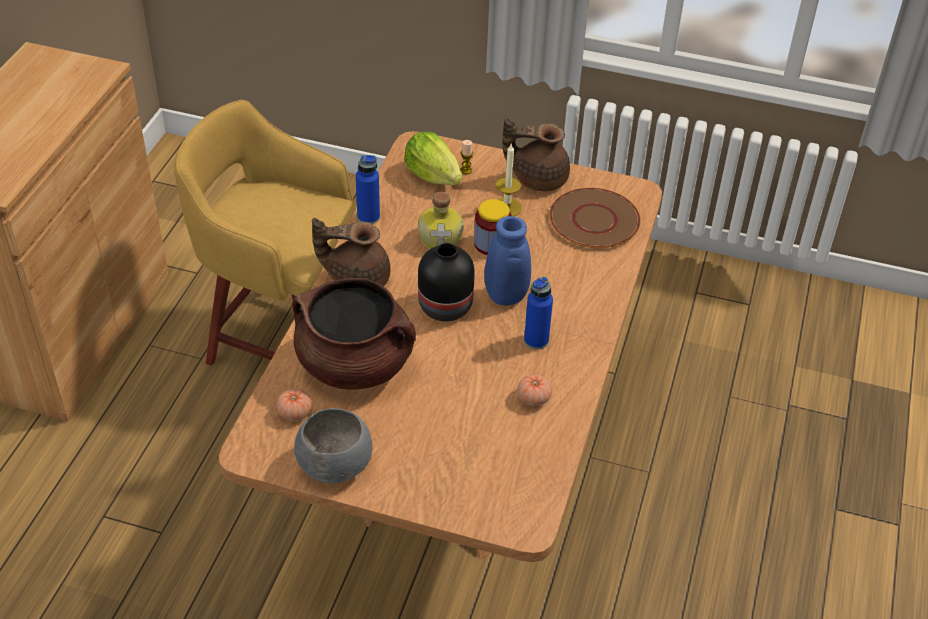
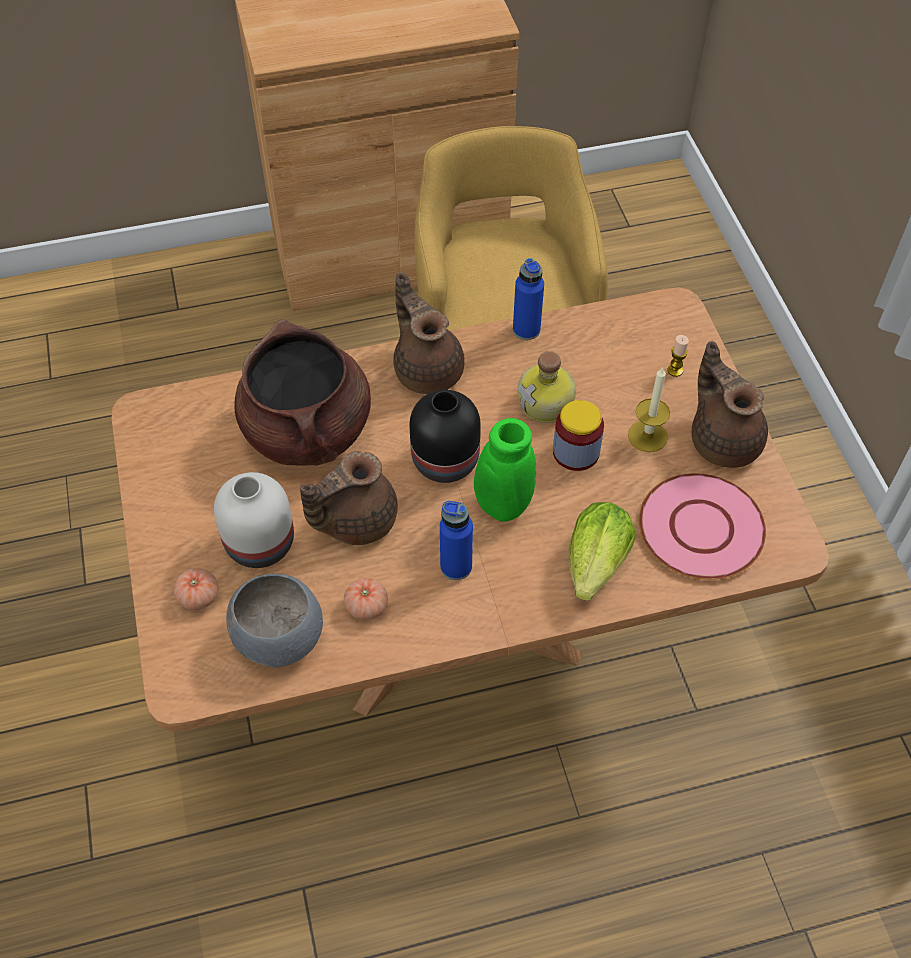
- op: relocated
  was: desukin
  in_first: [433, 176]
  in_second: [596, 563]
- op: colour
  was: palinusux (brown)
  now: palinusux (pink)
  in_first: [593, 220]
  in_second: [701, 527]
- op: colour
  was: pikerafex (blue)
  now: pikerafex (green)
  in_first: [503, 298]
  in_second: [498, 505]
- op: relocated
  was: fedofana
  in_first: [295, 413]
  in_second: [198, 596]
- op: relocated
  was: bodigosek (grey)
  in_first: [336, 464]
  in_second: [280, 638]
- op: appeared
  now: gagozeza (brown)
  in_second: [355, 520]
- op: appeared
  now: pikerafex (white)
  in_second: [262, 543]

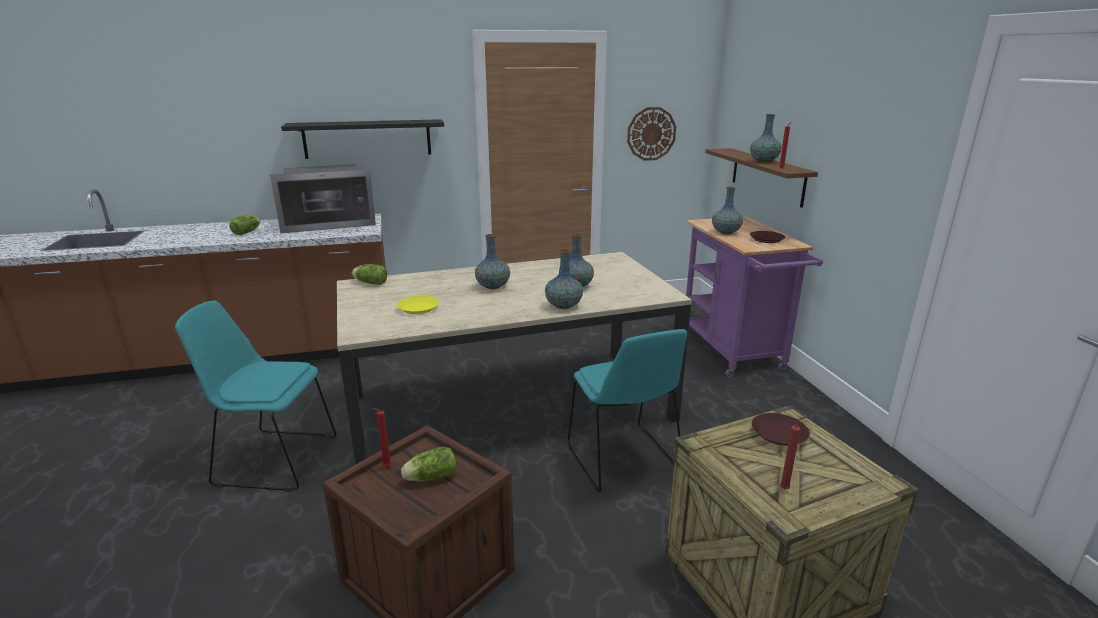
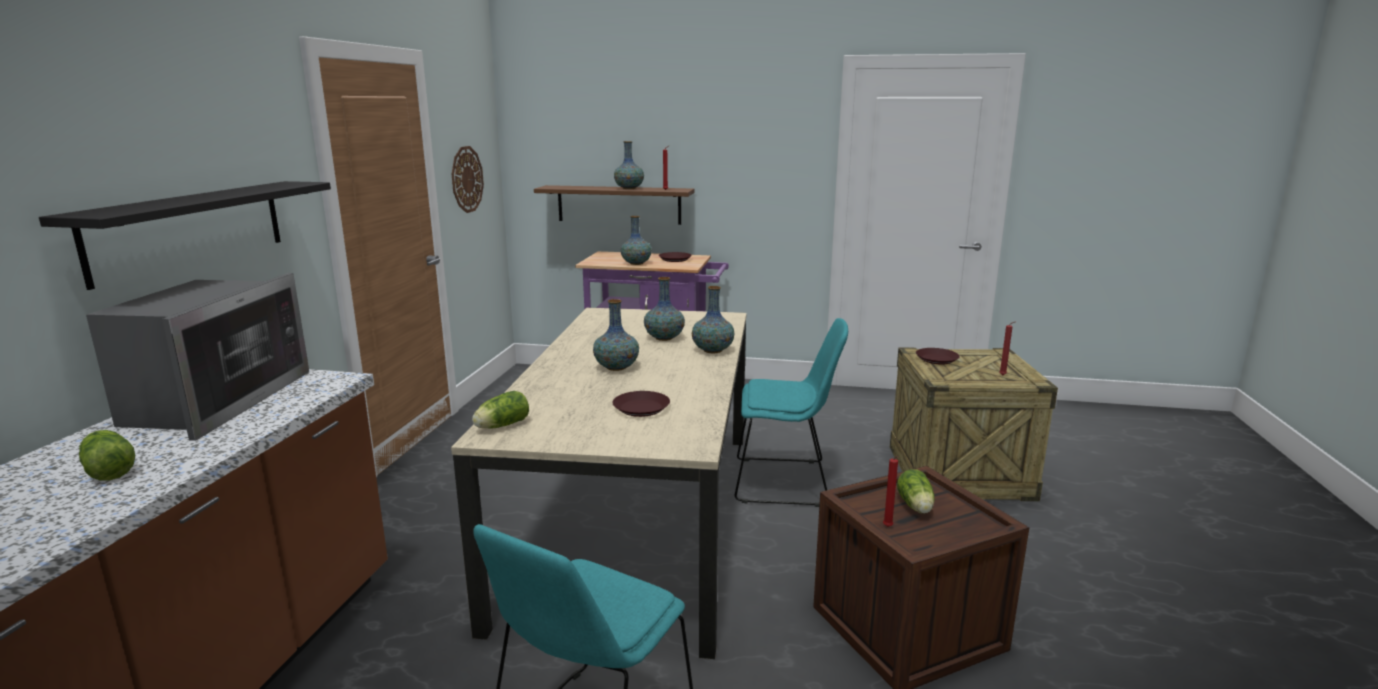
- op: colour
  was: palinusux (yellow)
  now: palinusux (brown)
  in_first: [418, 308]
  in_second: [641, 408]

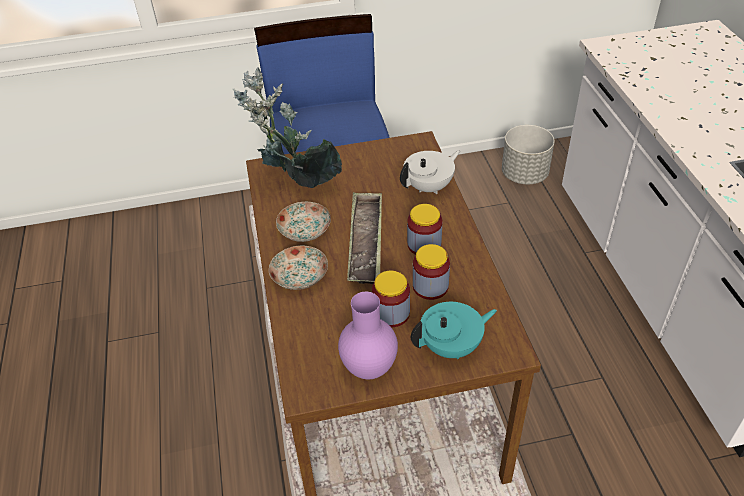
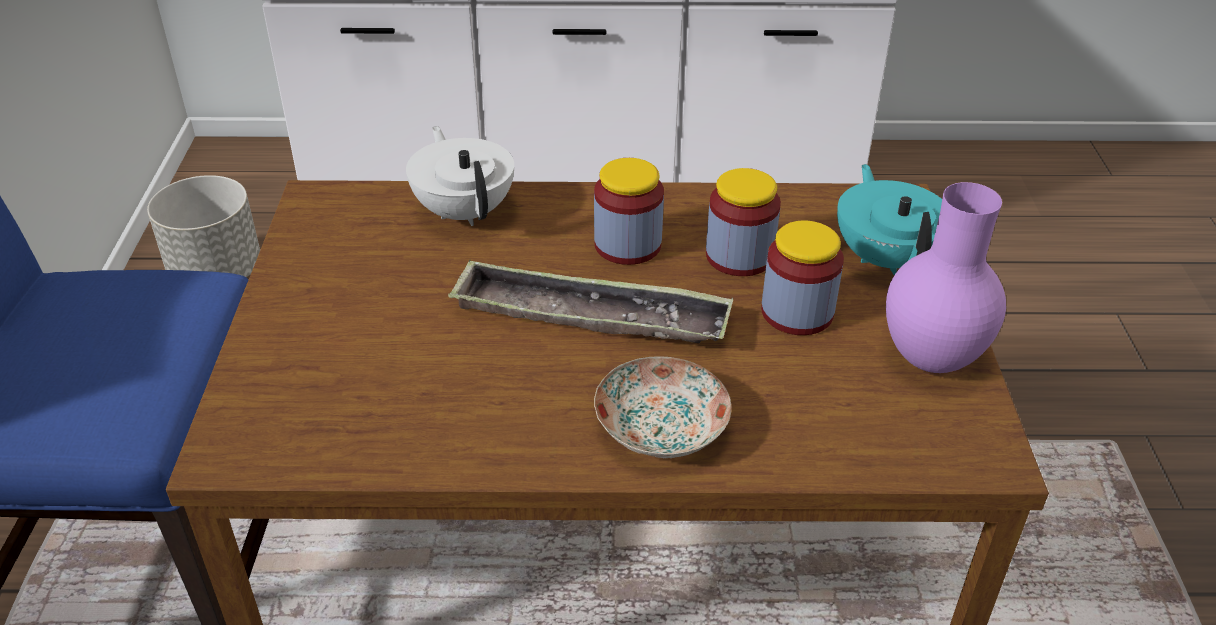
- op: missing
  was: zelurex
  in_first: [296, 185]
- op: missing
  was: palinusux
  in_first: [305, 230]

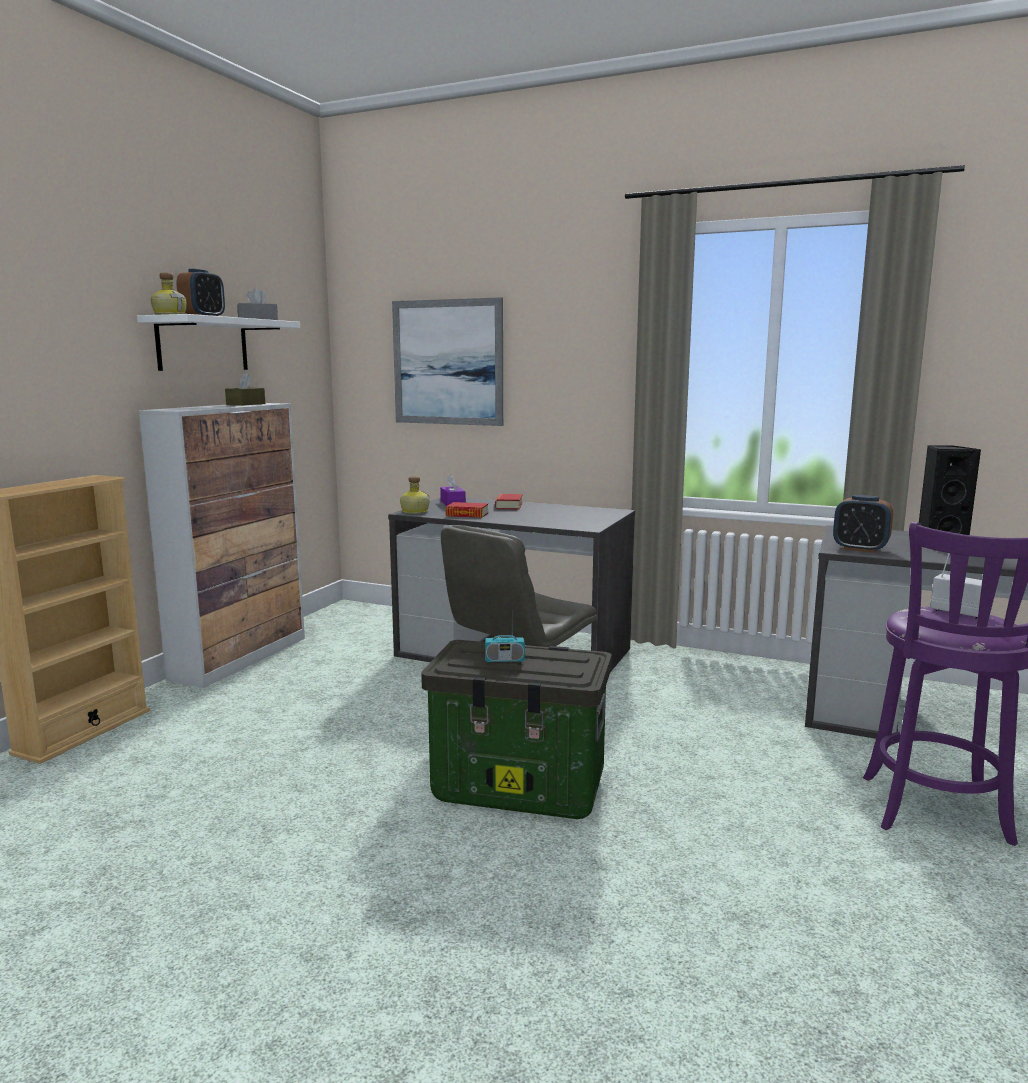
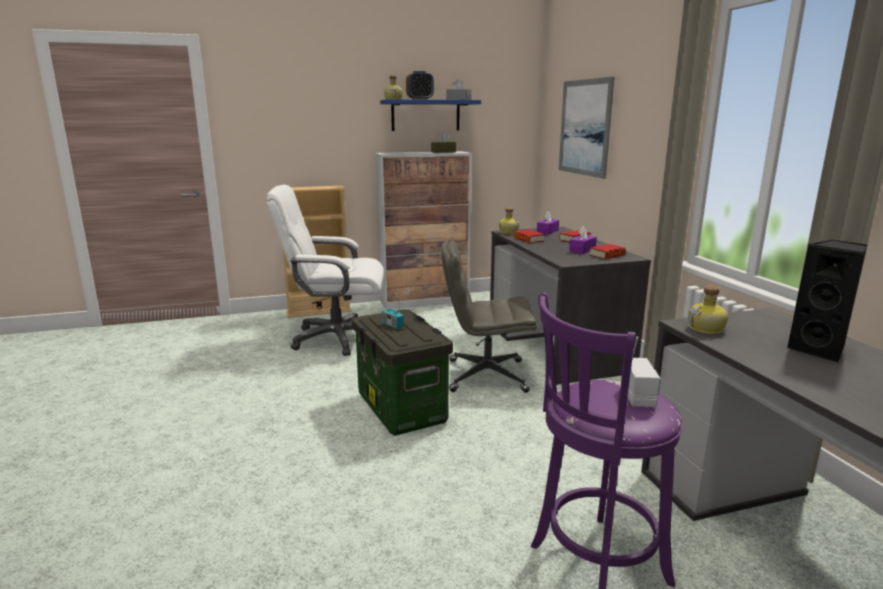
- op: colour
  was: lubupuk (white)
  now: lubupuk (blue)
  in_first: [203, 344]
  in_second: [425, 115]
- op: exchanged
  was: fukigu
  now: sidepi
  in_first: [860, 549]
  in_second: [707, 329]
- op: appeared
  now: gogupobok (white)
  in_second: [336, 338]
- op: appeared
  now: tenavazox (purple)
  in_second: [582, 250]
- op: appeared
  now: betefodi
  in_second: [607, 255]

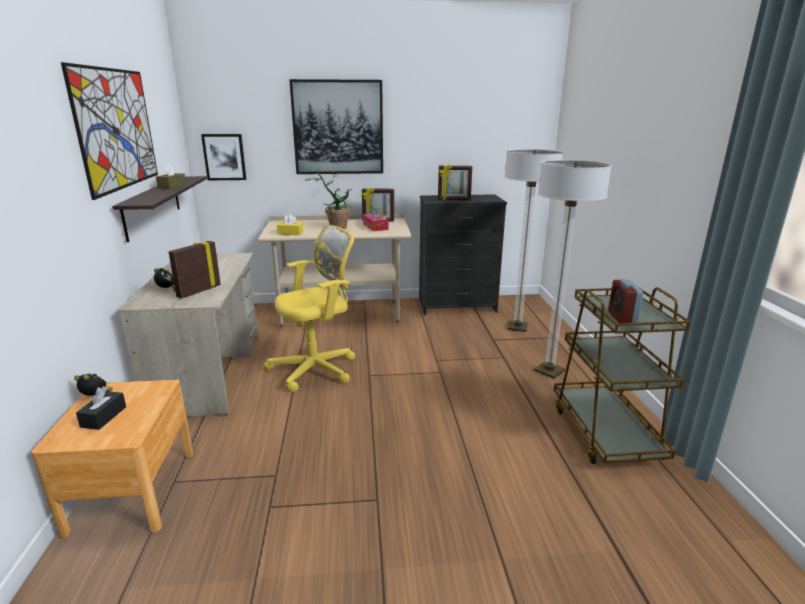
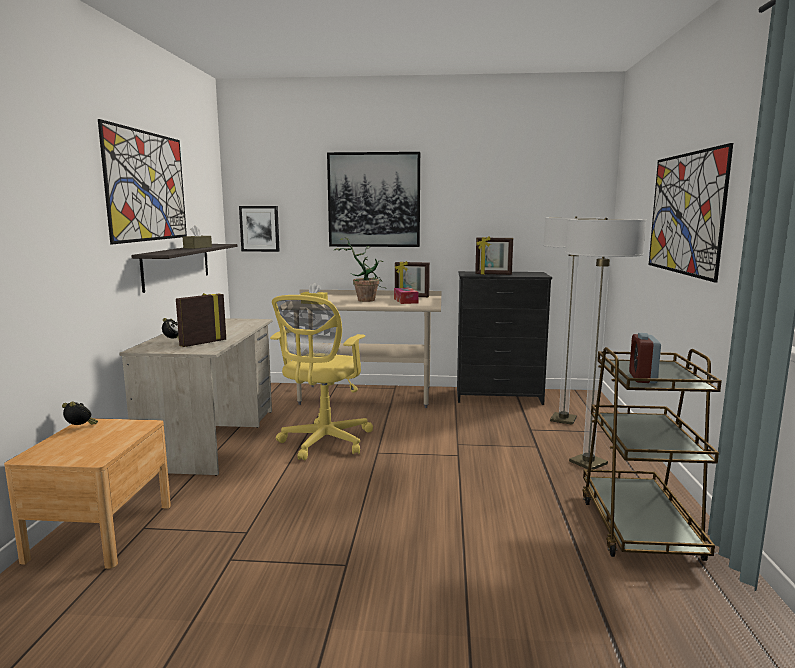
- op: spun
  was: gogupobok (yellow)
  in_first: [317, 369]
  in_second: [323, 443]
  clockwise: 135
- op: missing
  was: tenavazox (black)
  in_first: [104, 417]
- op: appeared
  now: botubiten
  in_second: [685, 213]

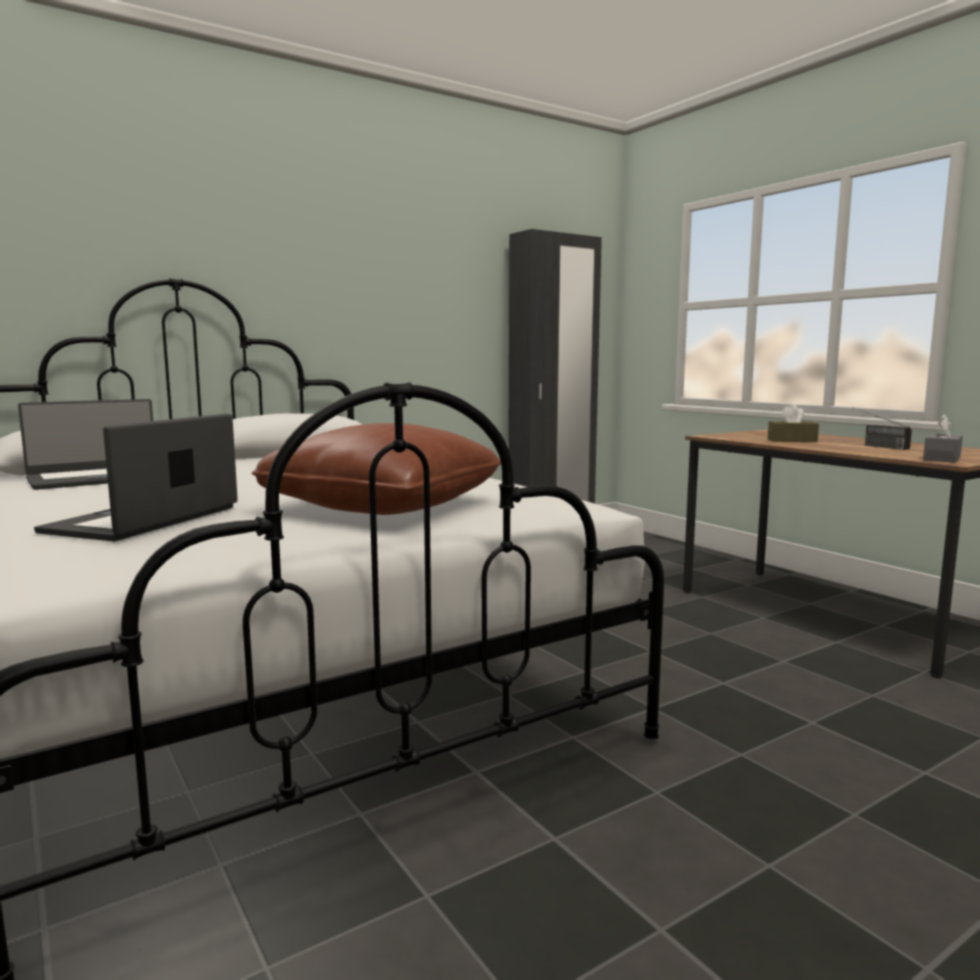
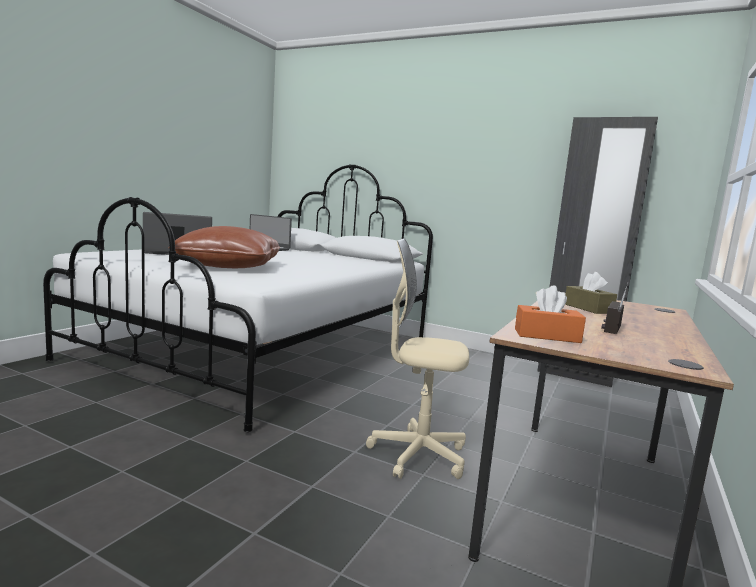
- op: colour
  was: tenavazox (grey)
  now: tenavazox (orange)
  in_first: [942, 458]
  in_second: [547, 336]
- op: appeared
  now: gogupobok (beige)
  in_second: [418, 455]

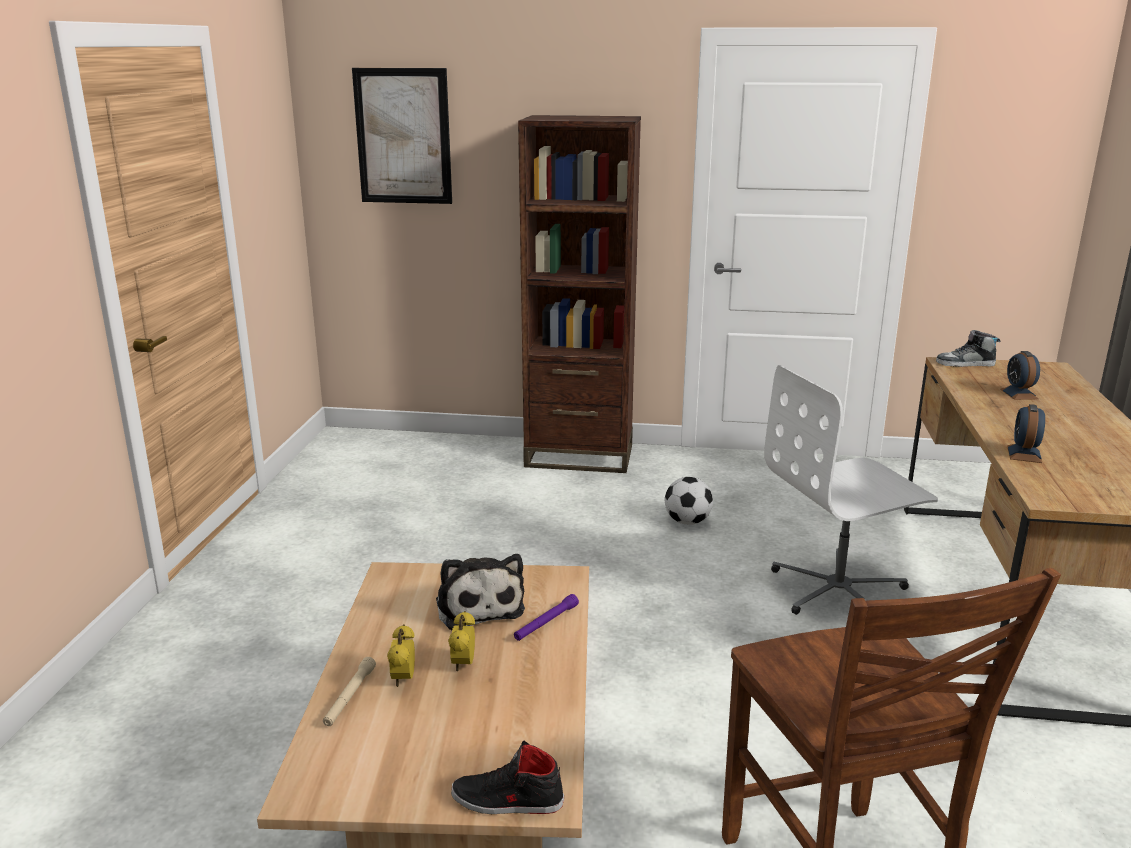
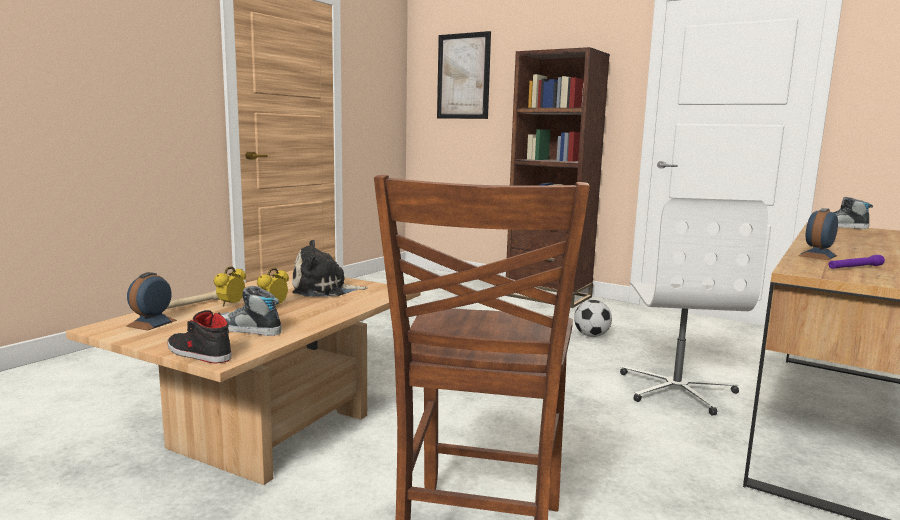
- op: relocated
  was: fukigu
  in_first: [1019, 394]
  in_second: [151, 323]
- op: spun
  was: gogupobok (white)
  in_first: [839, 591]
  in_second: [677, 389]
  clockwise: -90
- op: spun
  was: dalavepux
  in_first: [478, 605]
  in_second: [324, 290]
  clockwise: 75
- op: relocated
  was: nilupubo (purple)
  in_first: [546, 623]
  in_second: [855, 267]
- op: appeared
  now: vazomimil
  in_second: [247, 330]

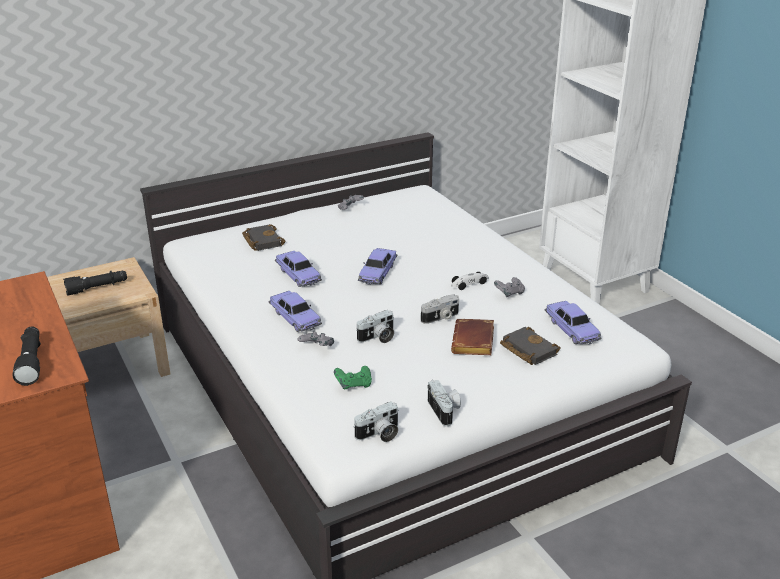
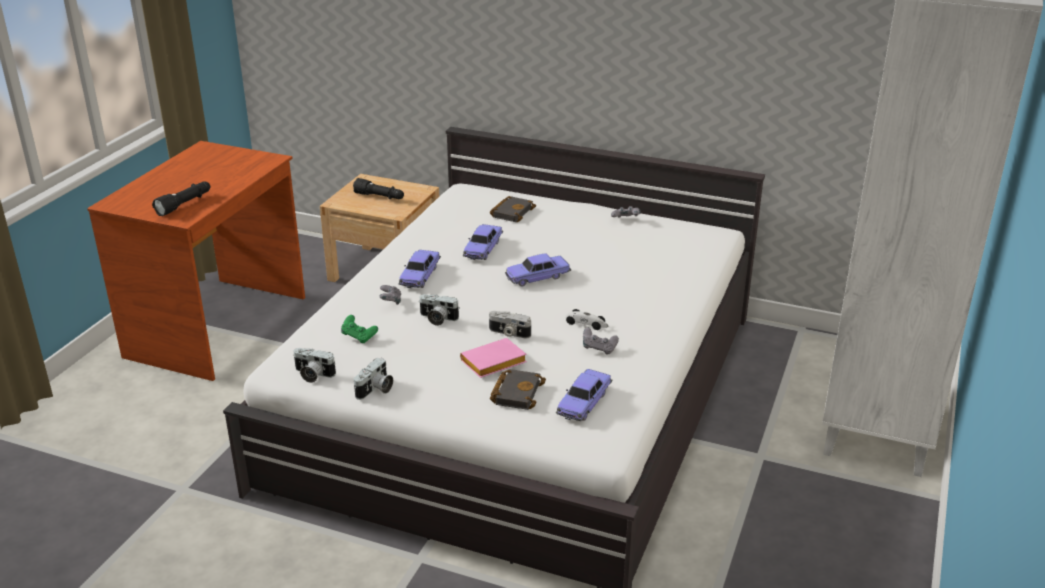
- op: colour
  was: betefodi (brown)
  now: betefodi (pink)
  in_first: [474, 343]
  in_second: [493, 364]

